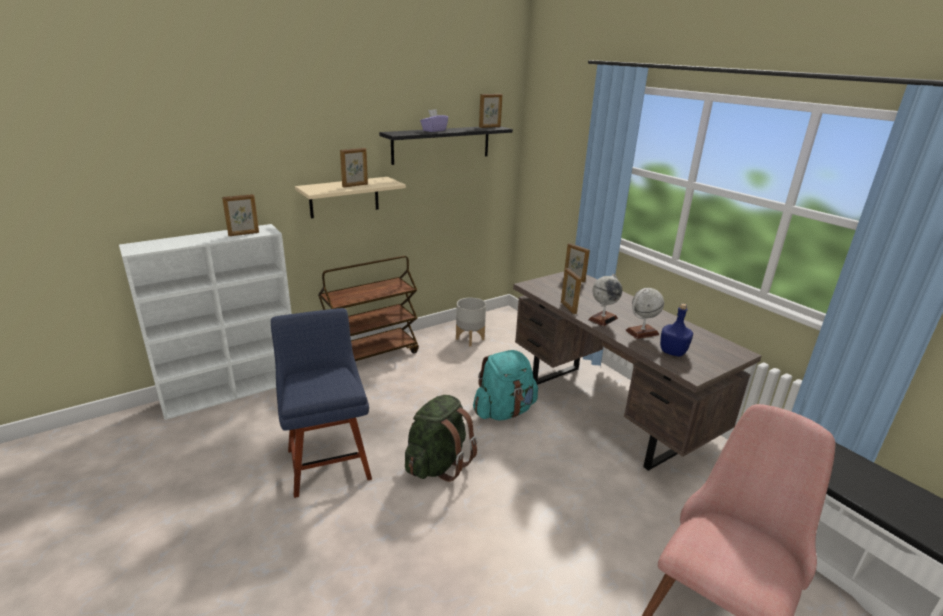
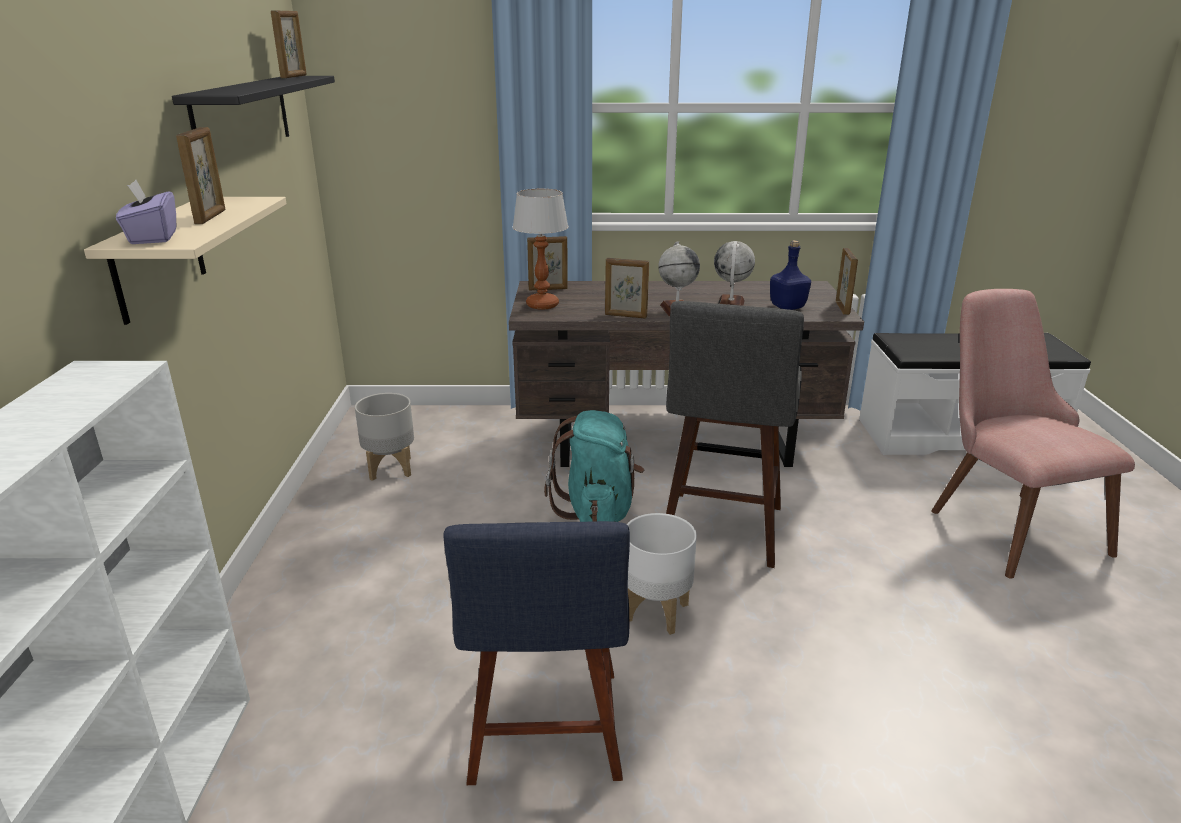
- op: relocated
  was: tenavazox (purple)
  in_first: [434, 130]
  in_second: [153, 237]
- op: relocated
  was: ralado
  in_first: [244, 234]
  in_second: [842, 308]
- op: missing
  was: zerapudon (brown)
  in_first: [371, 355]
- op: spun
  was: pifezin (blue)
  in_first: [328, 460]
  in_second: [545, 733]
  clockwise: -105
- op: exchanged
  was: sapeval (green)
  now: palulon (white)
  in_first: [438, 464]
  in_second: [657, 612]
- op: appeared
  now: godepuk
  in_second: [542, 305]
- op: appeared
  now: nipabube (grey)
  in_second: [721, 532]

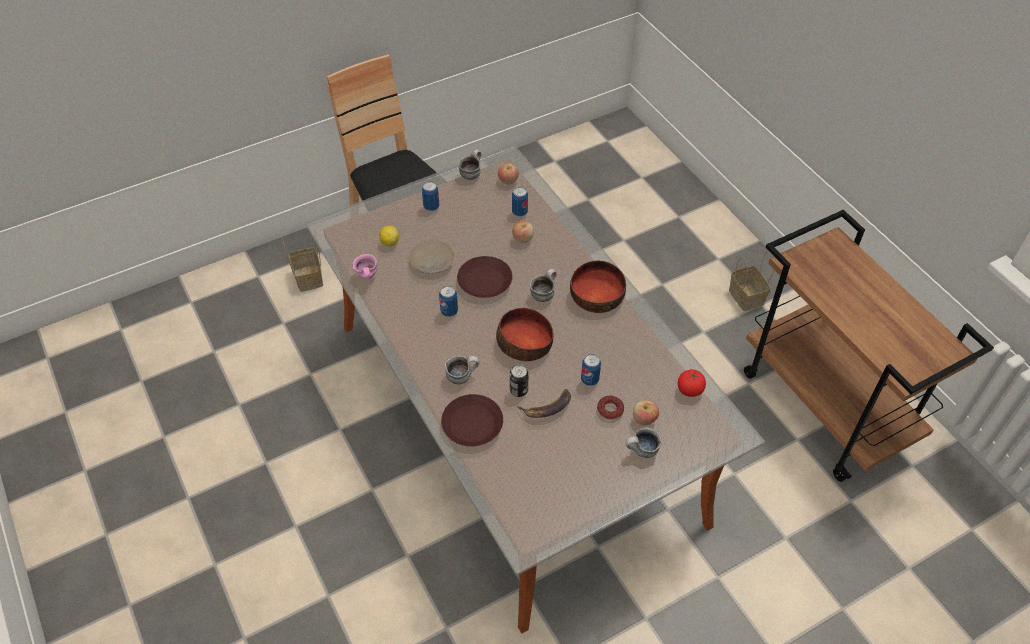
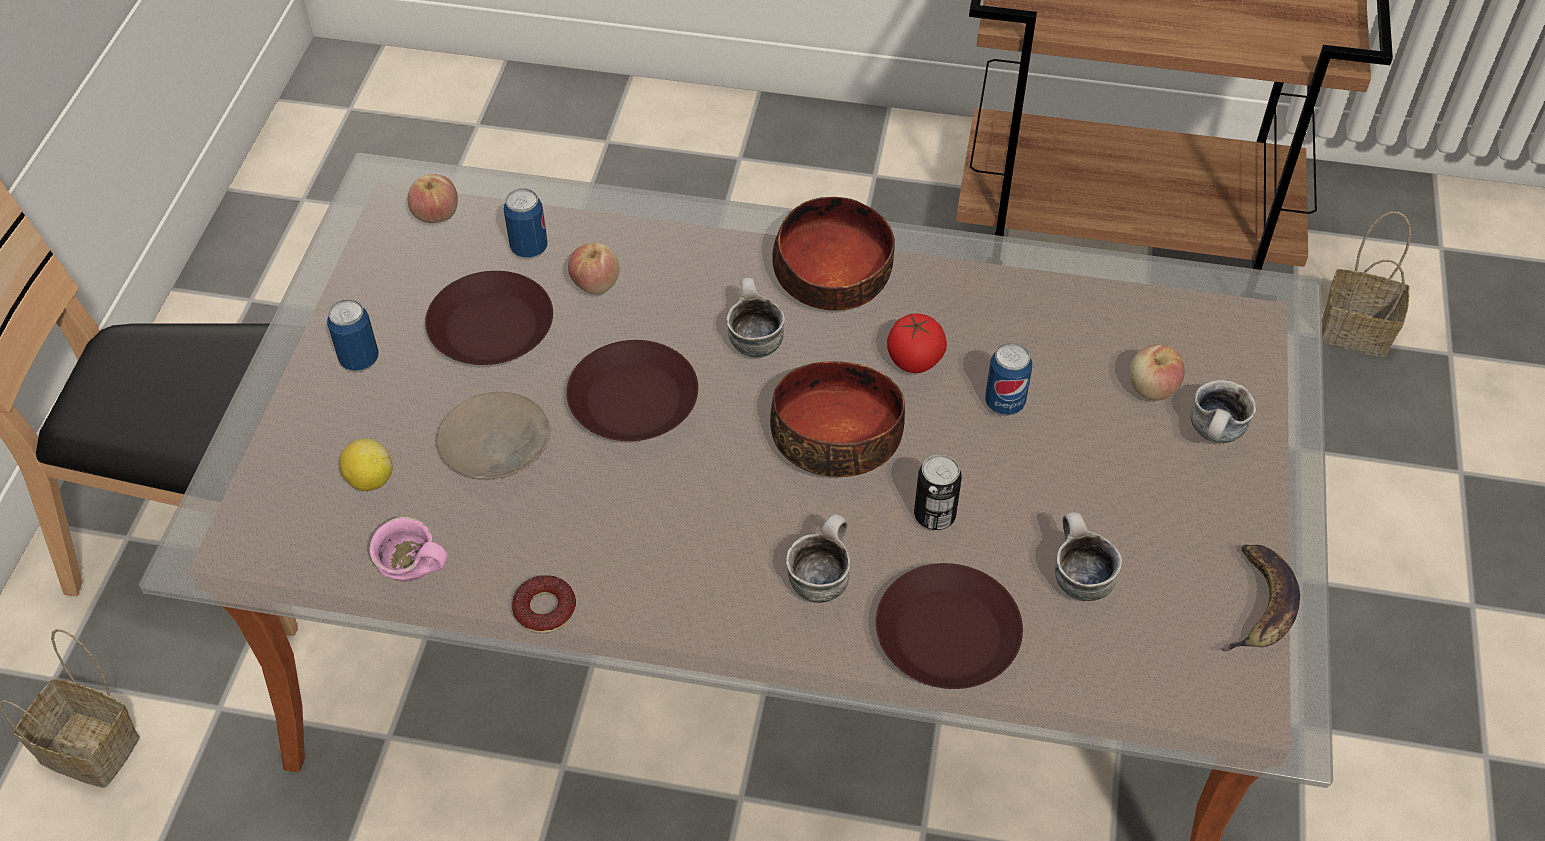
- op: relocated
  was: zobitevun
  in_first: [471, 173]
  in_second: [1076, 577]
- op: relocated
  was: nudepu
  in_first: [747, 297]
  in_second: [1358, 331]
- op: missing
  was: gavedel
  in_first: [449, 311]
- op: relocated
  was: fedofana
  in_first: [689, 390]
  in_second: [914, 360]
- op: relocated
  was: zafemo
  in_first: [547, 408]
  in_second: [1260, 605]
- op: relocated
  was: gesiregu
  in_first: [610, 409]
  in_second: [545, 609]
- op: appeared
  now: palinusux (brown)
  in_second: [491, 327]

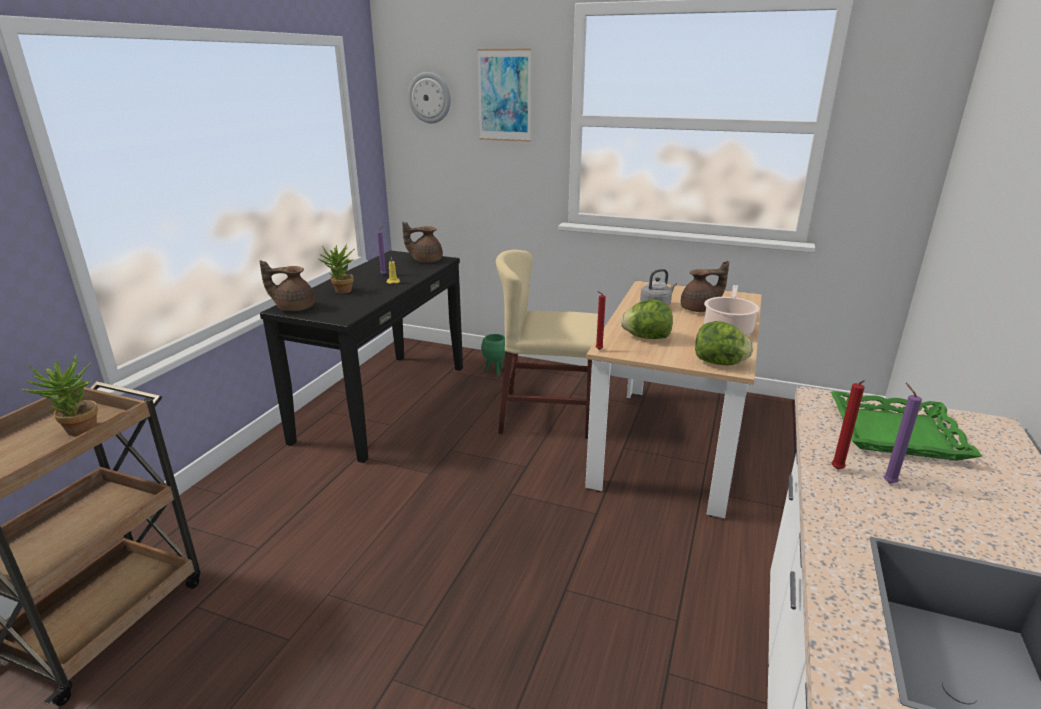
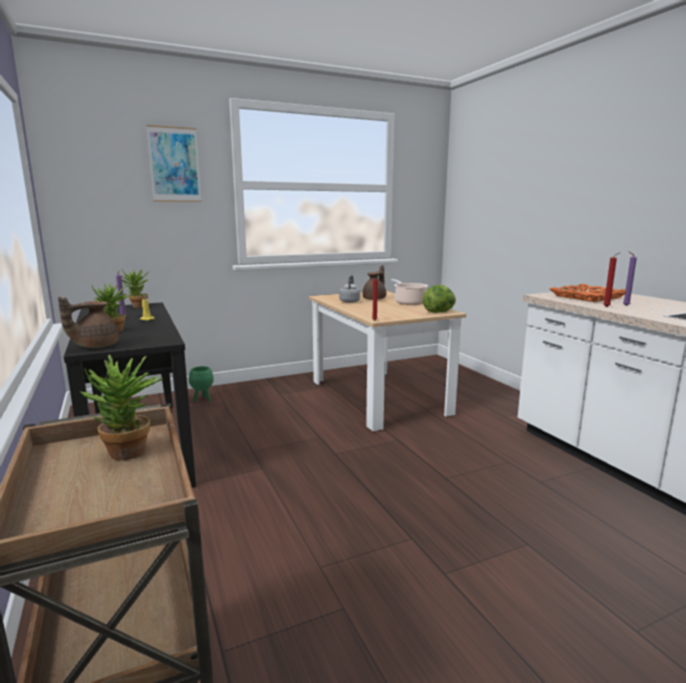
- op: missing
  was: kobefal
  in_first: [430, 98]
- op: exchanged
  was: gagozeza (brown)
  now: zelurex
  in_first: [426, 260]
  in_second: [137, 307]
- op: missing
  was: pifezin (beige)
  in_first: [547, 416]
- op: missing
  was: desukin
  in_first: [646, 337]
- op: colour
  was: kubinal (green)
  now: kubinal (orange)
  in_first: [896, 434]
  in_second: [588, 297]

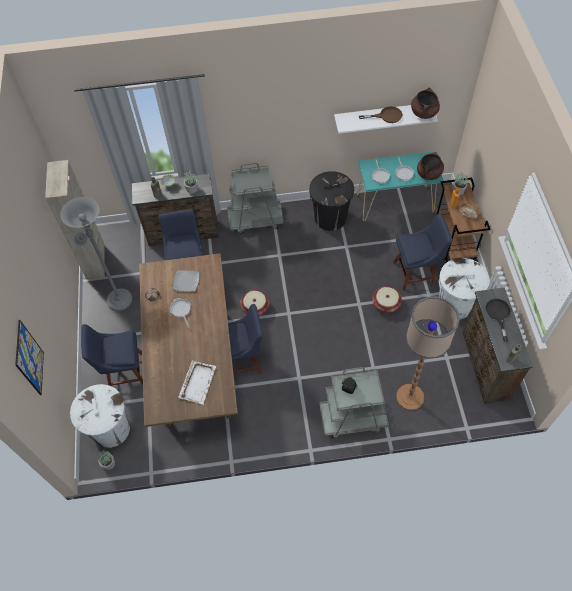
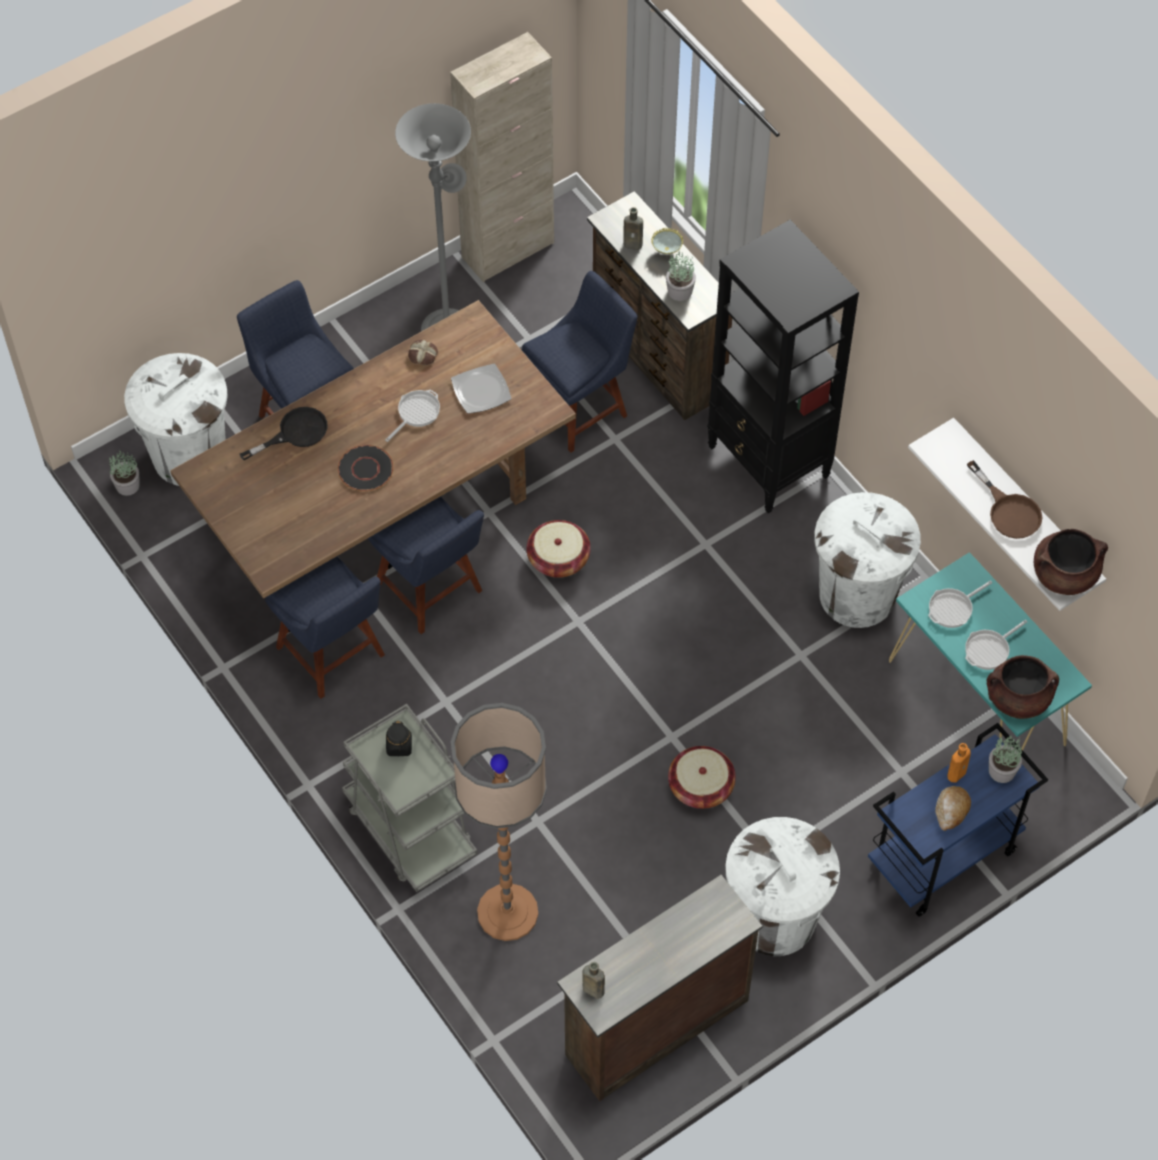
- op: exchanged
  was: zerapudon (grey)
  now: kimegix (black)
  in_first: [255, 219]
  in_second: [769, 462]
- op: colour
  was: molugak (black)
  now: molugak (white)
  in_first: [330, 218]
  in_second: [857, 594]
- op: colour
  was: zerapudon (brown)
  now: zerapudon (blue)
  in_first: [454, 242]
  in_second: [942, 858]
- op: relocated
  was: pifezin (blue)
  in_first: [416, 272]
  in_second: [333, 655]
- op: relocated
  was: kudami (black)
  in_first: [498, 314]
  in_second: [295, 433]
- op: missing
  was: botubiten
  in_first: [29, 358]
- op: missing
  was: kubinal (white)
  in_first: [198, 382]
- op: appeared
  now: palinusux (black)
  in_second: [365, 469]

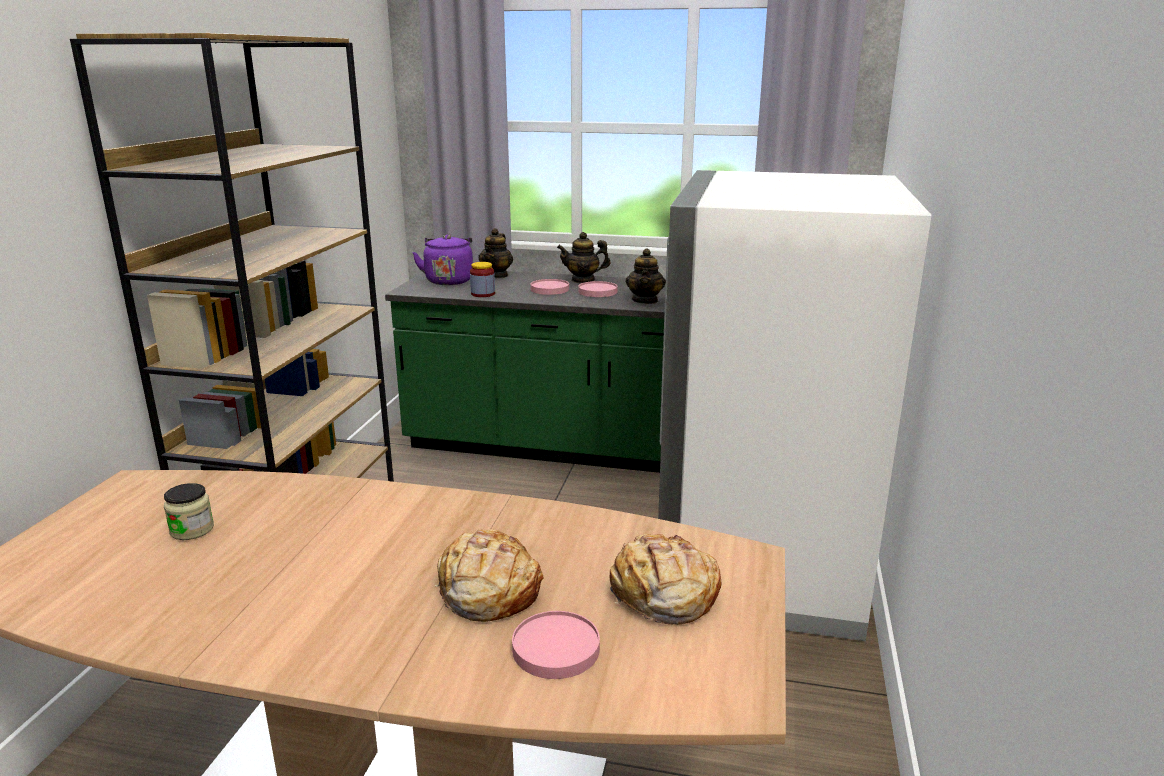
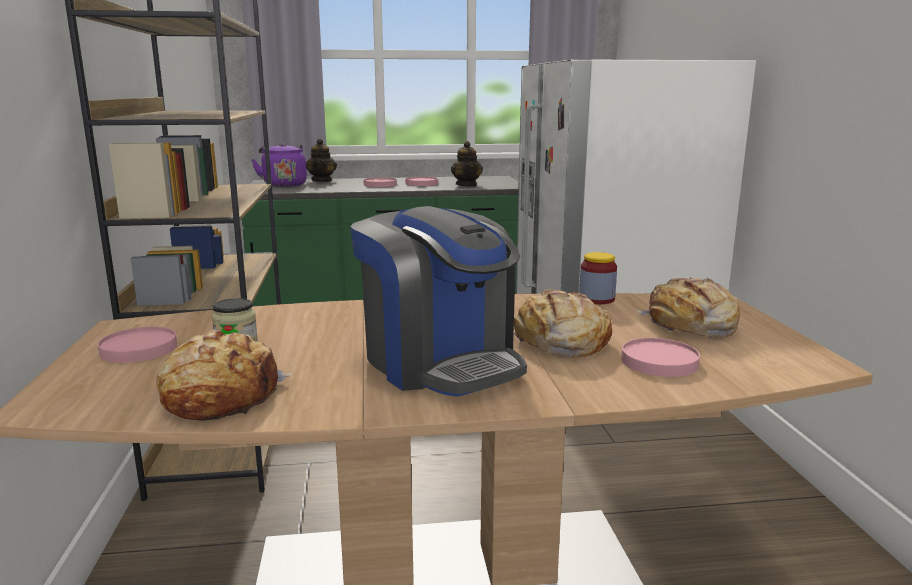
- op: missing
  was: gagozeza
  in_first: [583, 280]
- op: relocated
  was: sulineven
  in_first: [483, 294]
  in_second: [596, 299]
- op: appeared
  now: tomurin
  in_second: [440, 362]
- op: appeared
  now: palinusux (pink)
  in_second: [138, 349]
- op: appeared
  now: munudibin
  in_second: [220, 396]

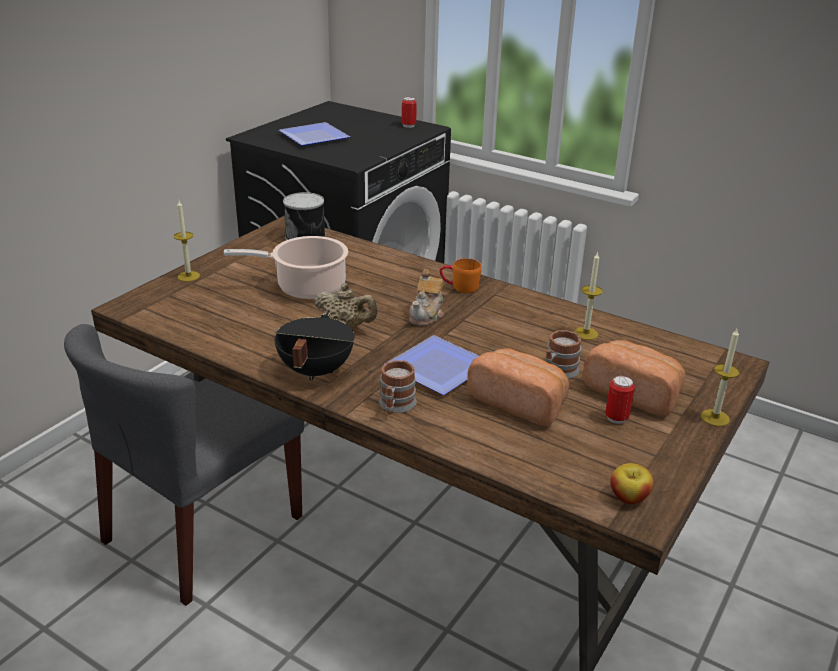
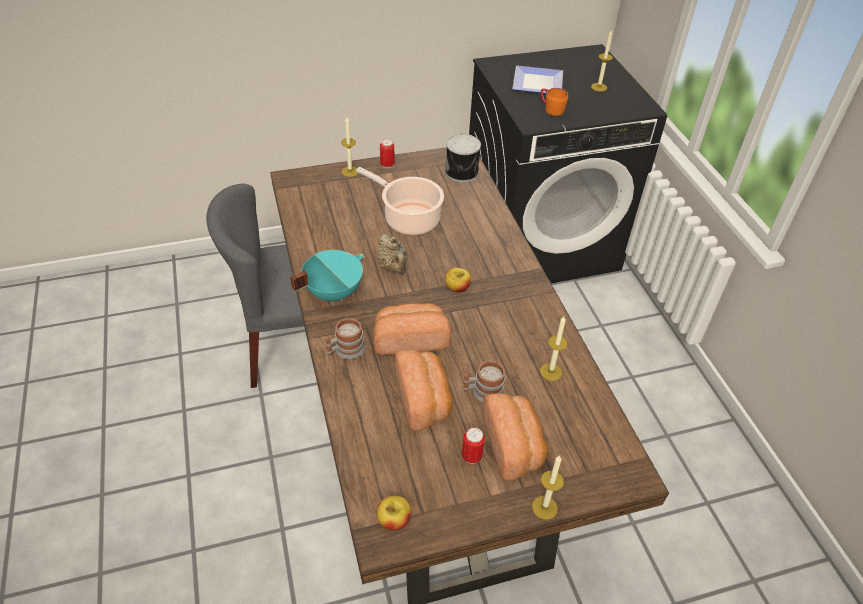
- op: relocated
  was: gavedel
  in_first: [408, 125]
  in_second: [387, 165]
- op: relocated
  was: zobitevun (orange)
  in_first: [459, 287]
  in_second: [550, 109]
- op: exchanged
  was: gagozeza
  now: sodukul
  in_first: [427, 315]
  in_second: [457, 288]
- op: colour
  was: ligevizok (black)
  now: ligevizok (turquoise)
  in_first: [314, 370]
  in_second: [332, 292]
- op: exchanged
  was: palinusux
  now: munudibin
  in_first: [442, 368]
  in_second: [410, 339]
- op: appeared
  now: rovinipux
  in_second: [599, 87]

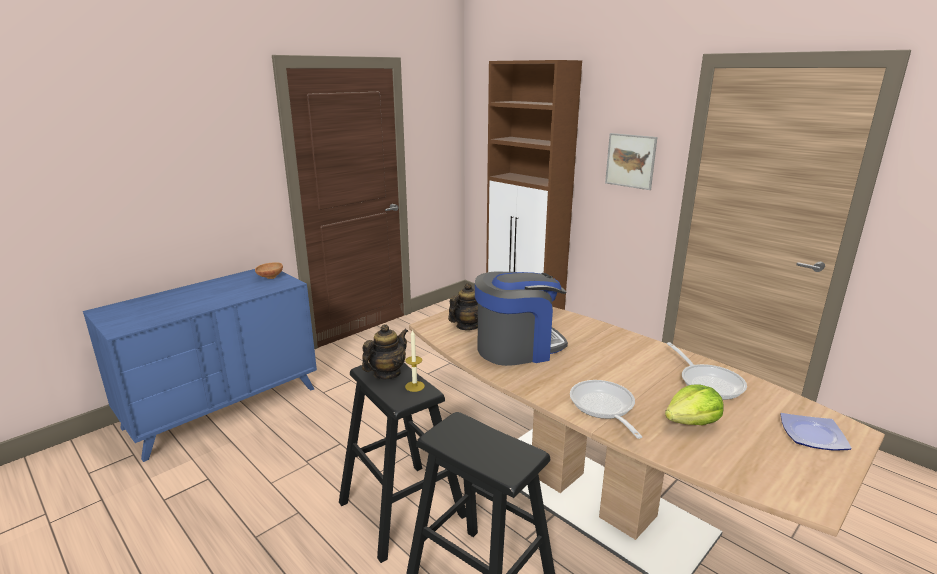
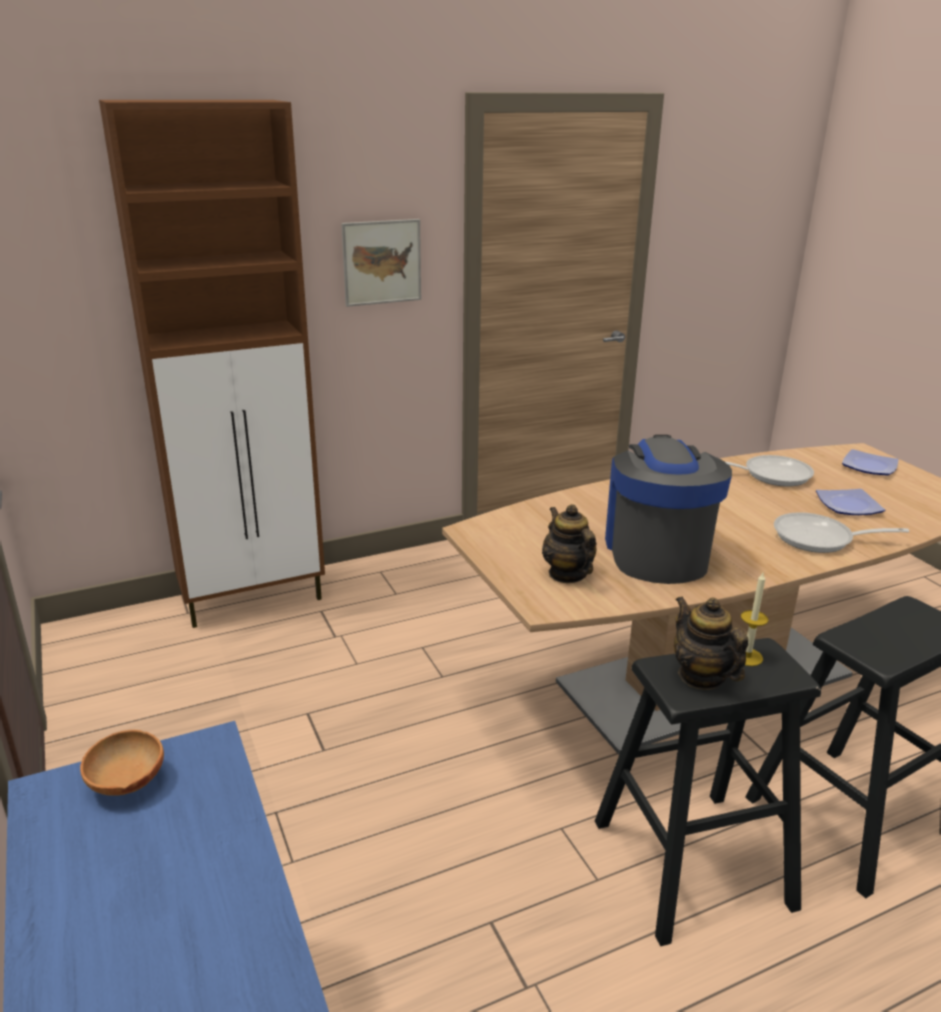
- op: exchanged
  was: desukin
  now: palinusux
  in_first: [692, 422]
  in_second: [849, 505]

